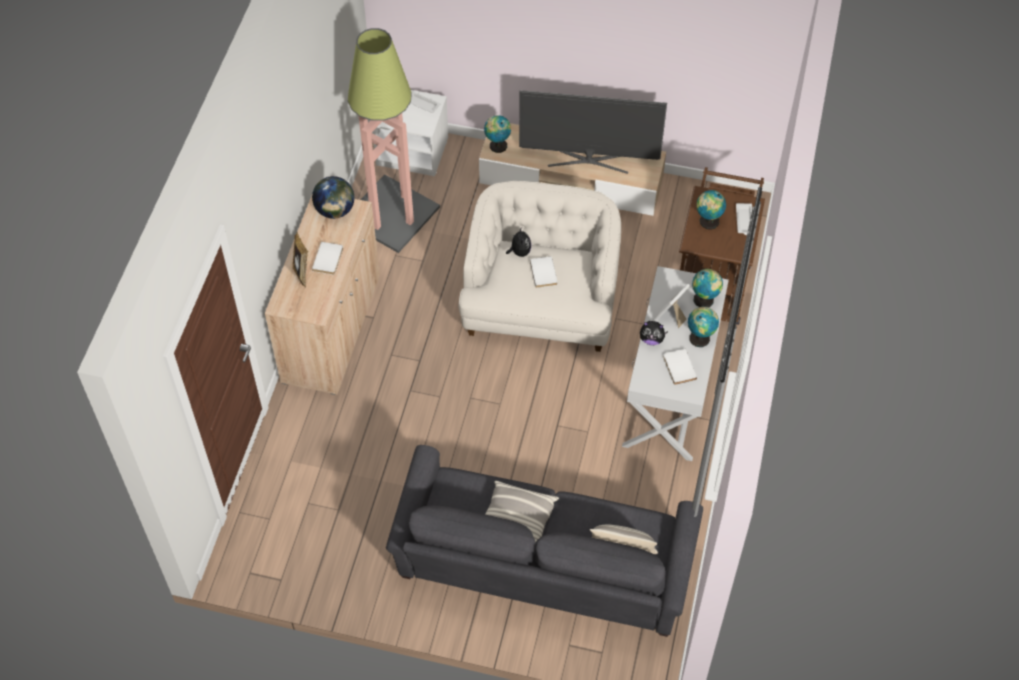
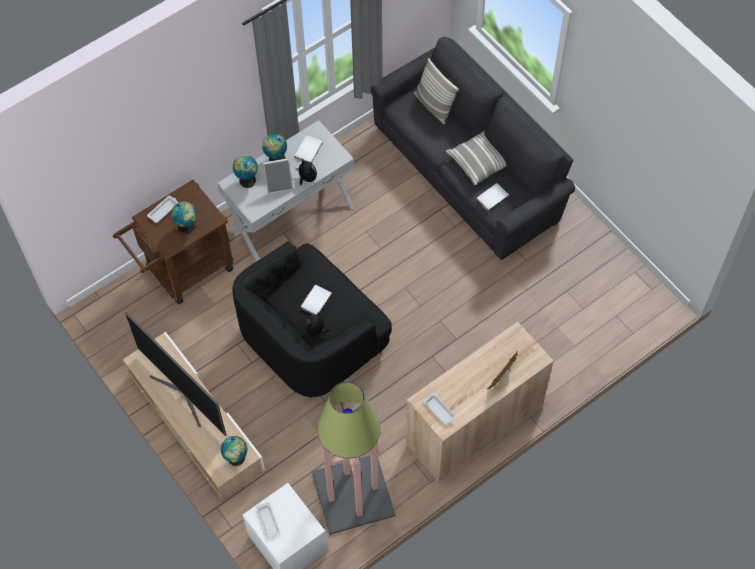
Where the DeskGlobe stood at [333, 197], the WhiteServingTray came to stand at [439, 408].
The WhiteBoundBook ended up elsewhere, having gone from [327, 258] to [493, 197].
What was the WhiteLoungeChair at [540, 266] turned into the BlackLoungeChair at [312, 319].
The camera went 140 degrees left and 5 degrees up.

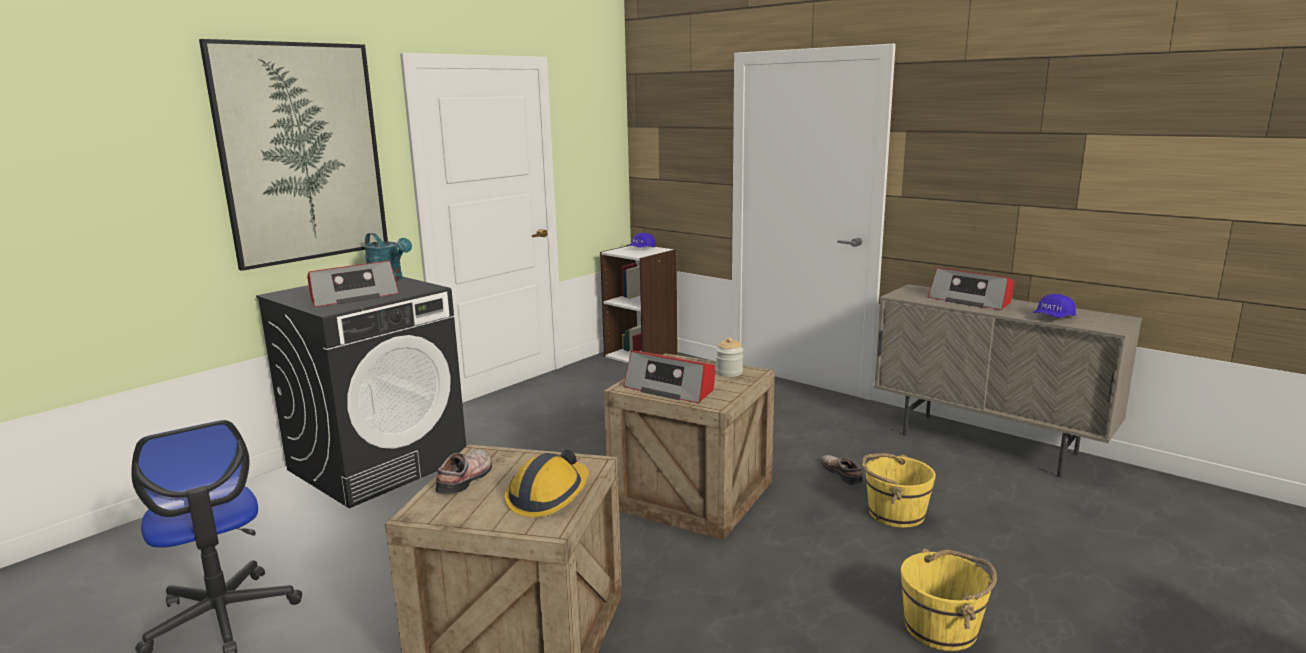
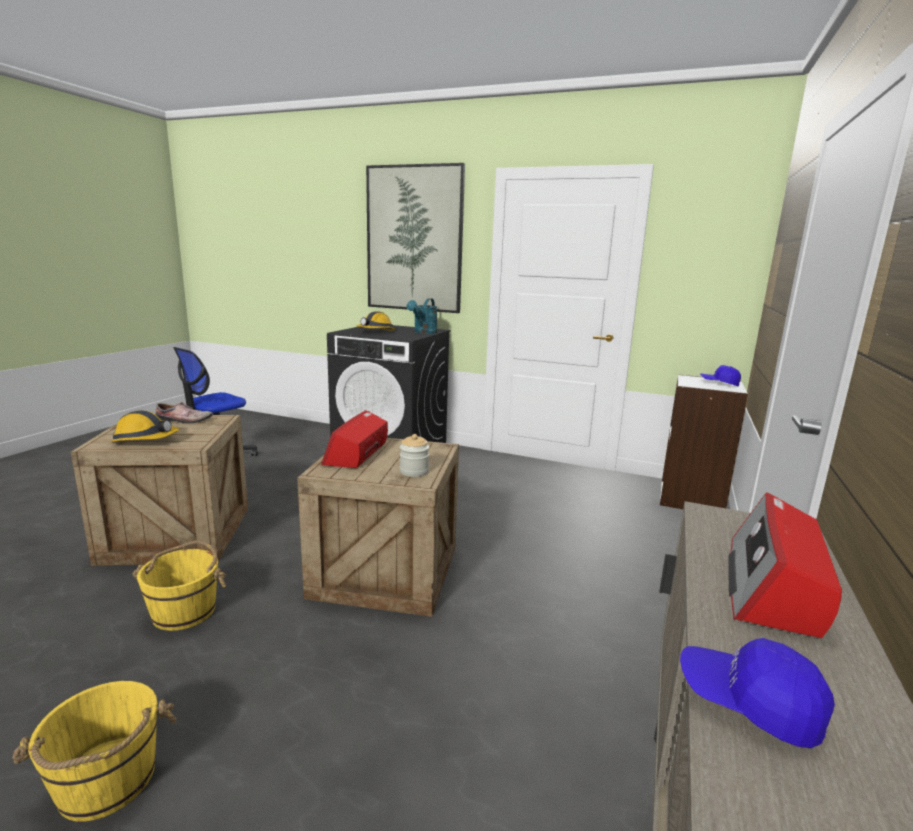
Where the Radio stood at [353, 284], the HardHat came to stand at [376, 321].
The second view lost the ItemOfFootwear at [842, 470].
The YellowishPail ended up elsewhere, having gone from [899, 490] to [179, 585].
The camera went 70 degrees right and 0 degrees up.

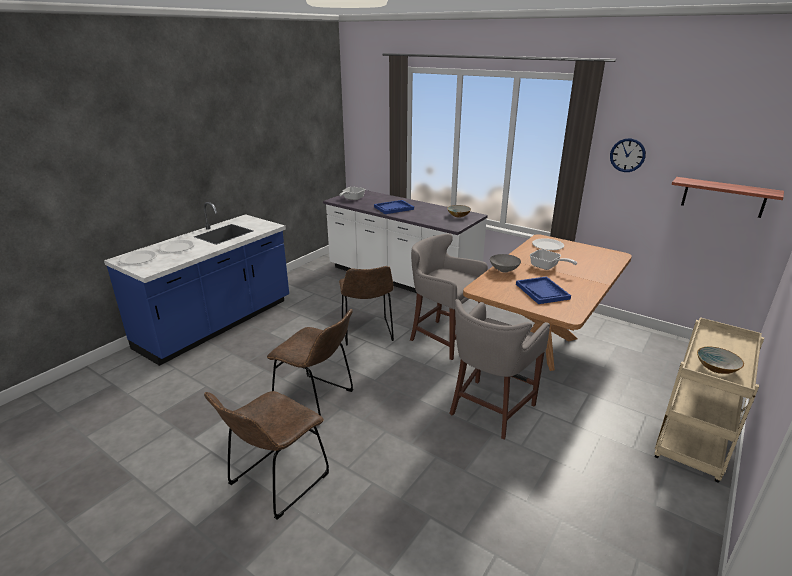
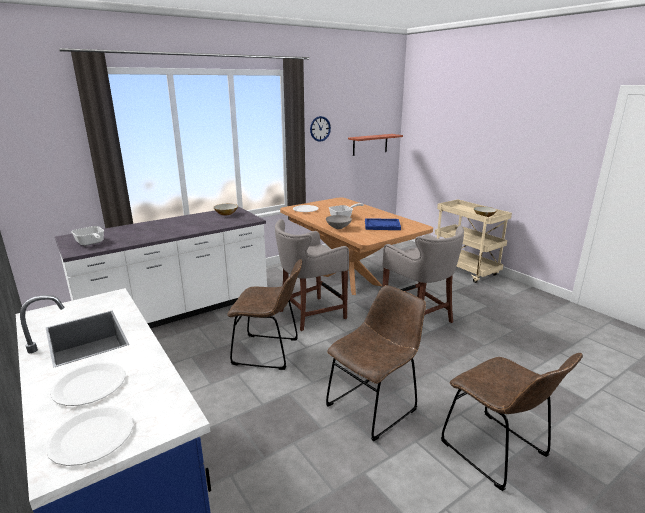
The second view lost the BlueServingTray at [394, 207].
The camera went 70 degrees left and 5 degrees down.

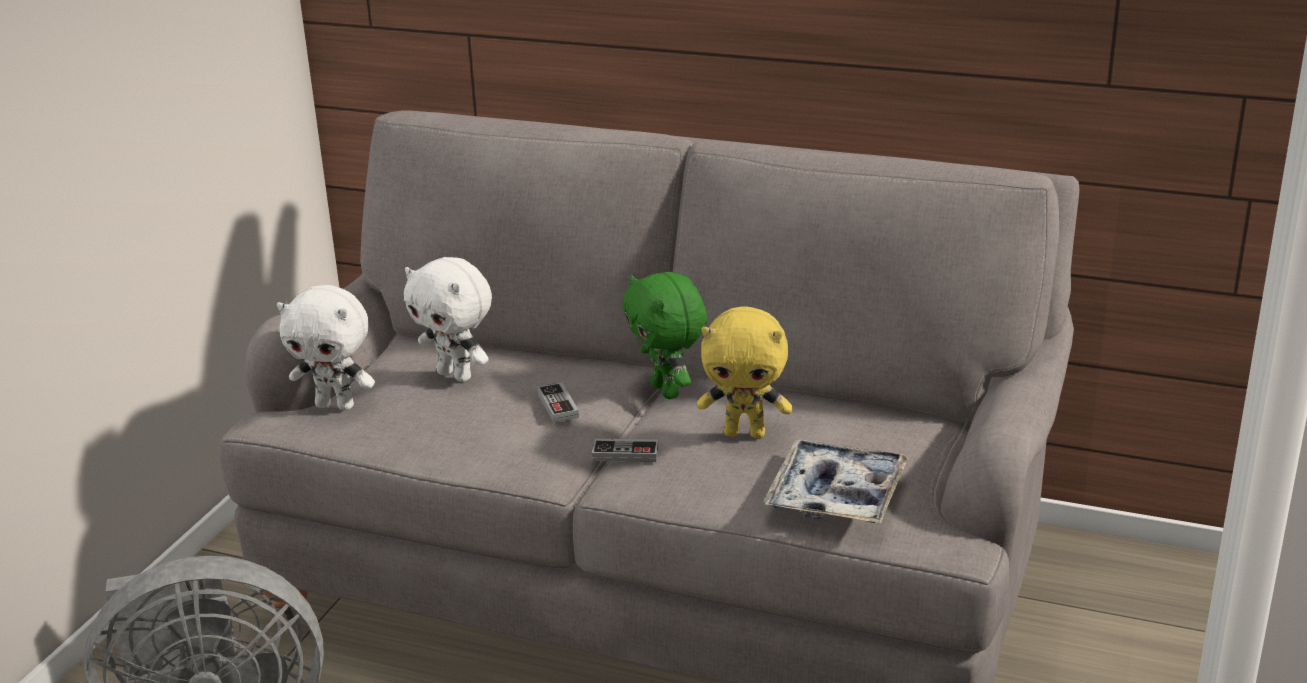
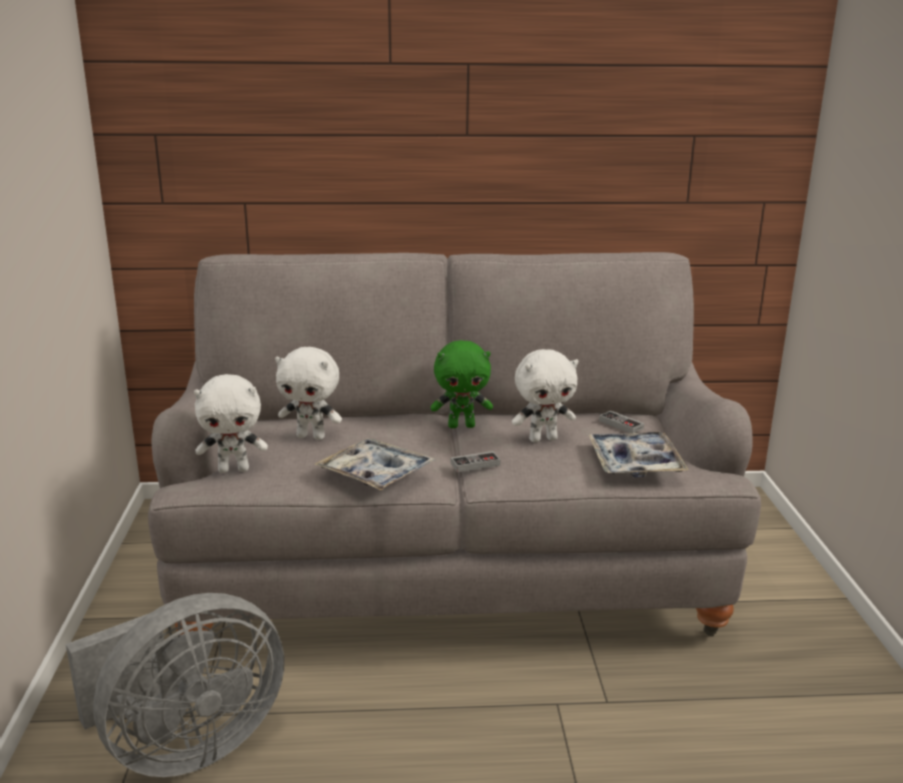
The Joypad ended up elsewhere, having gone from [558, 402] to [621, 422].
The GreenColouredSoftToy at [664, 335] ended up facing another way, 45 degrees counterclockwise from before.
What was the YellowishSoftToy at [744, 372] turned into the WhiteSoftToy at [545, 396].
The second view gained the ServingTray at [375, 464].
The camera went 25 degrees left and 5 degrees down.

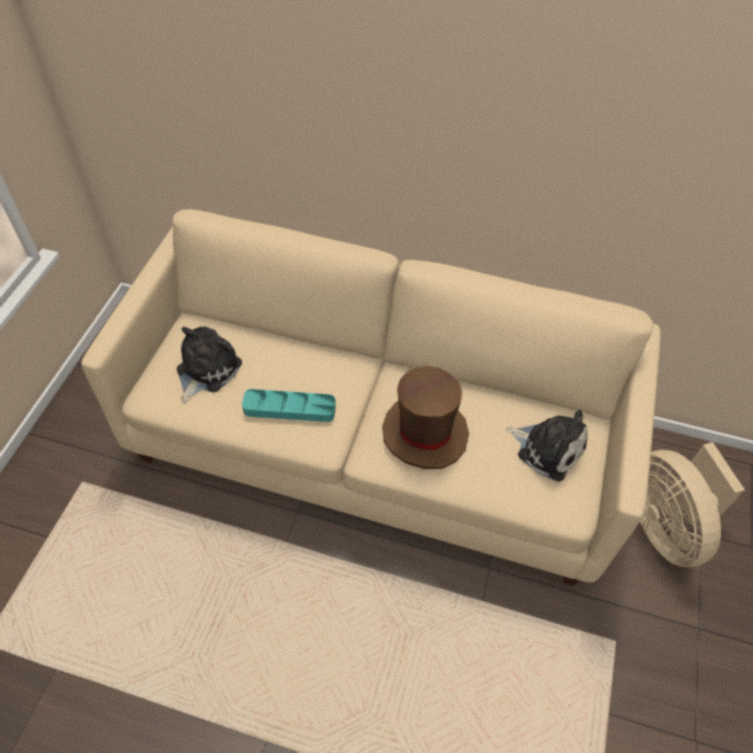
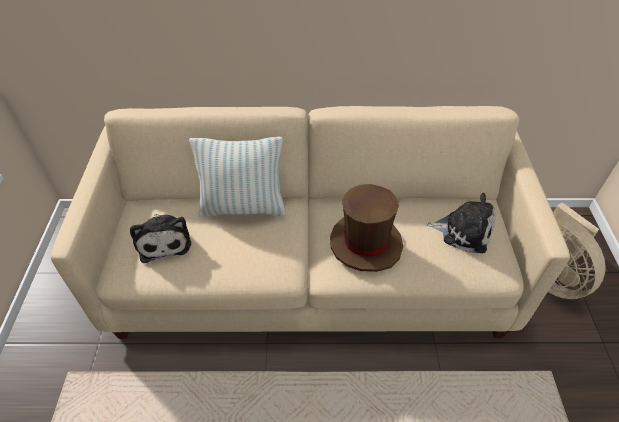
The SoftToy at [209, 364] ended up facing another way, 150 degrees clockwise from before.
The second view lost the BlueGreenServingTray at [289, 405].
The second view gained the Pillow at [237, 177].
The camera went 15 degrees left and 5 degrees down.

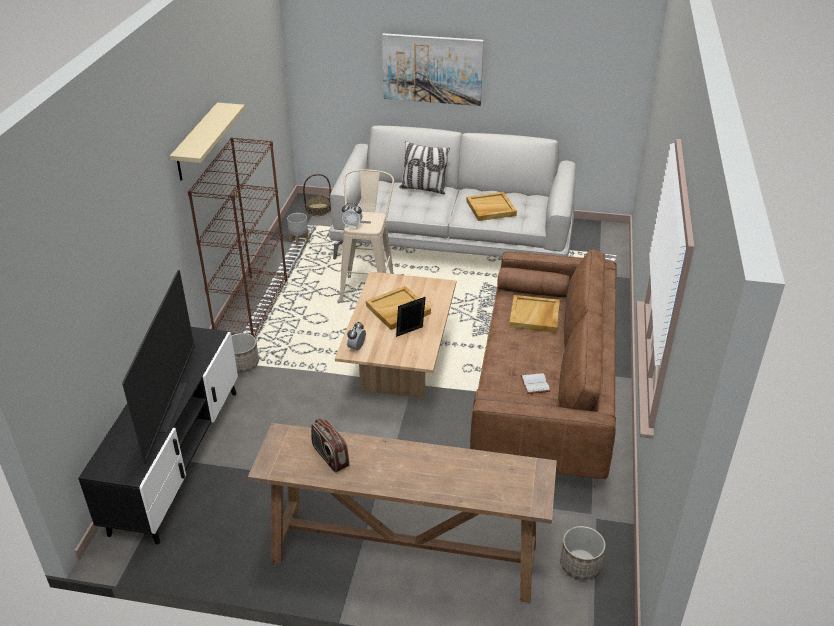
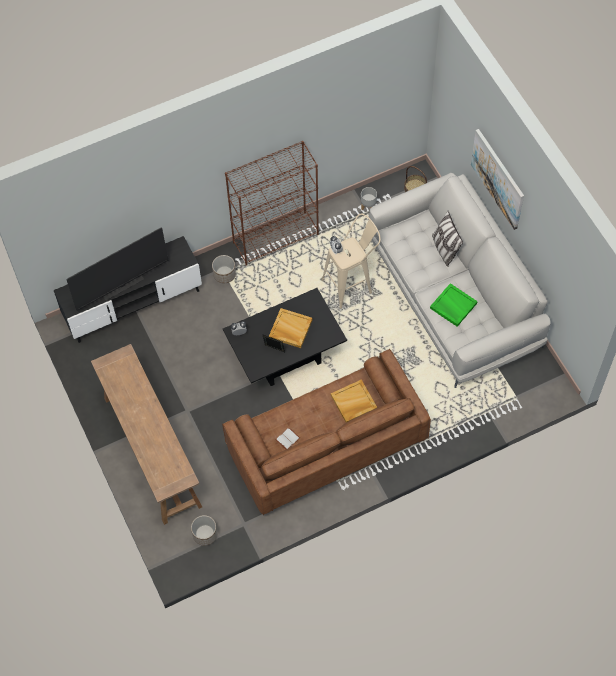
The second view lost the BeigeBracketShelf at [207, 142].
The second view lost the Radio at [330, 445].
What was the BeigeLoungeTable at [395, 335] turned into the BlackLoungeTable at [285, 337].
What was the BeigeServingTray at [491, 206] turned into the GreenColouredServingTray at [454, 305].
The camera went 55 degrees right and 25 degrees up.

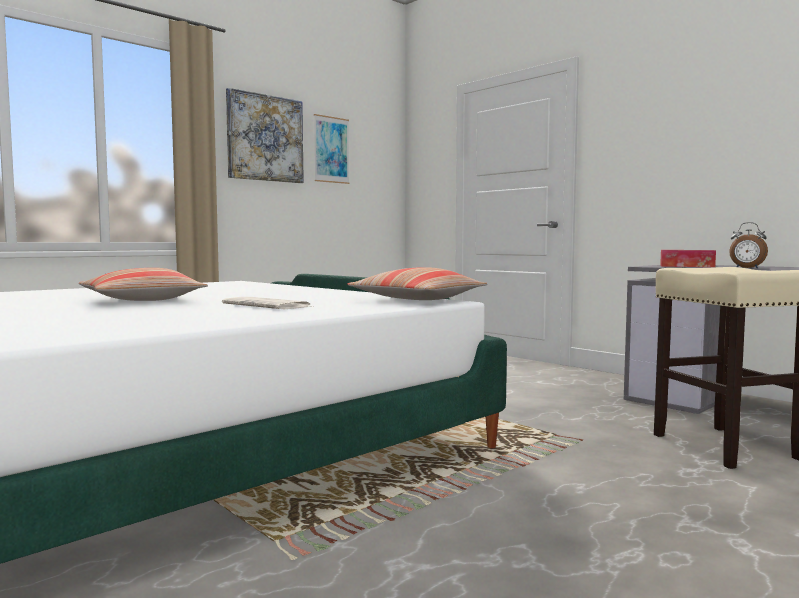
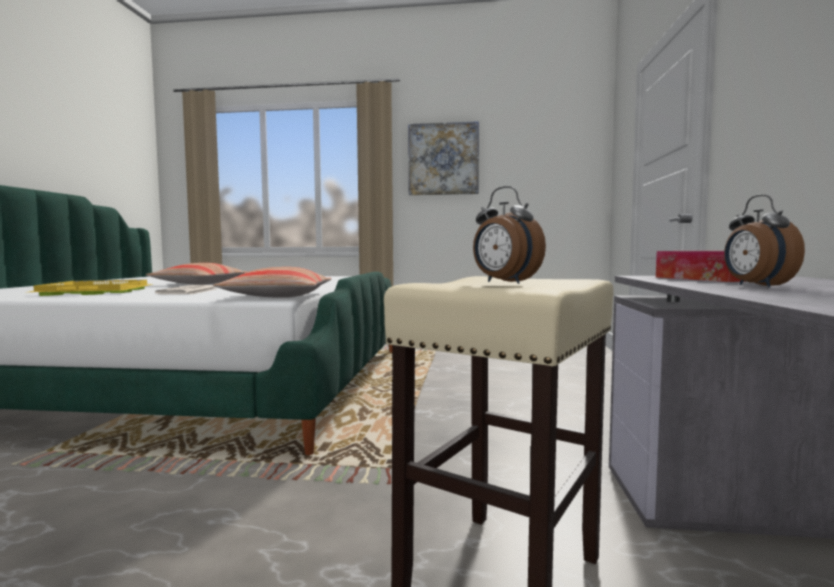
The second view lost the WallArt at [331, 149].
The second view gained the YellowishServingTray at [91, 288].
The second view gained the BedsideClock at [509, 235].
The camera went 50 degrees right and 0 degrees up.

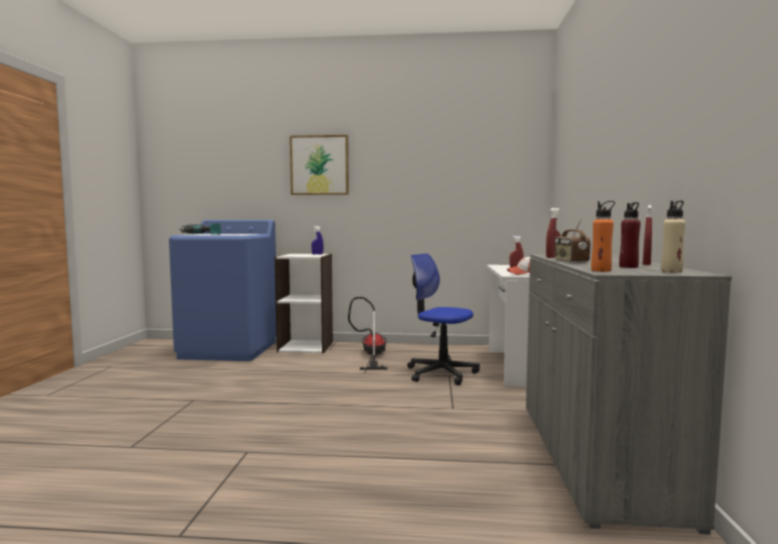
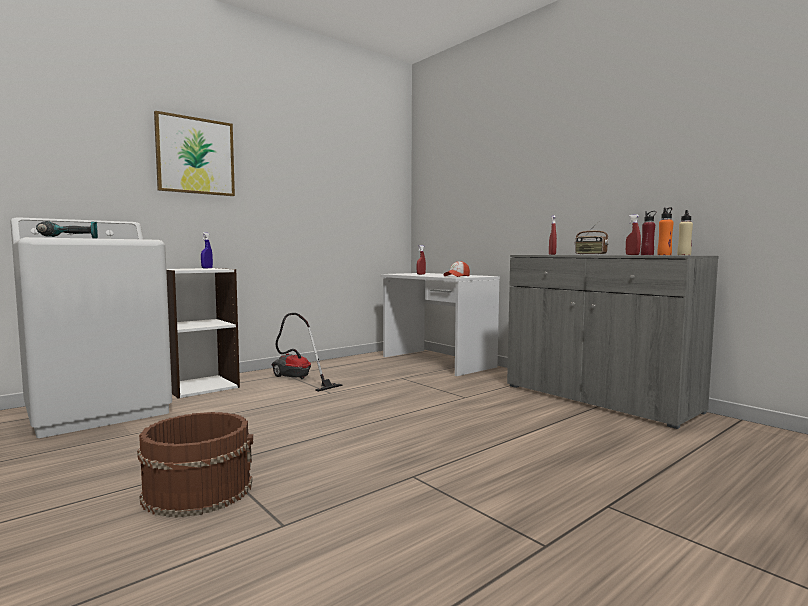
What was the BlueLaundryMachine at [222, 290] turned into the WhiteLaundryMachine at [91, 327].
The second view lost the ComputerChair at [443, 319].
The second view gained the BrownPail at [195, 465].
The camera went 45 degrees left and 0 degrees up.

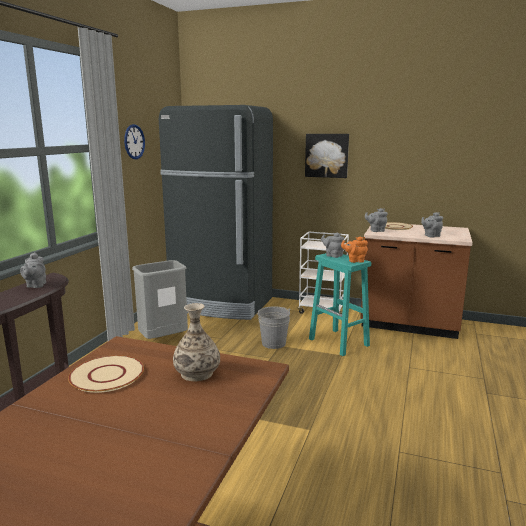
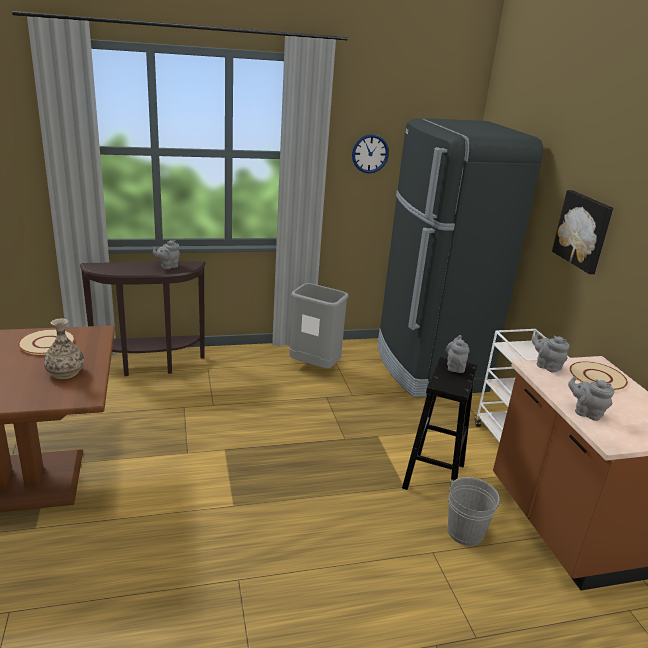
The GrayPail ended up elsewhere, having gone from [273, 327] to [474, 511].
What was the BlueGreenStoolSeat at [340, 304] turned into the BlackStoolSeat at [439, 429].
The second view lost the OrangeTeaPot at [354, 250].
The camera went 55 degrees right and 10 degrees up.

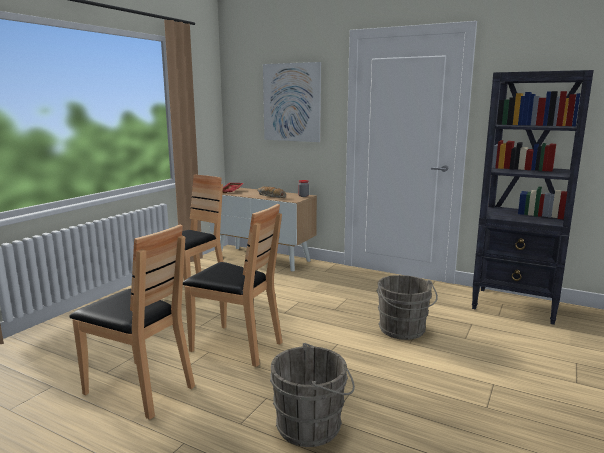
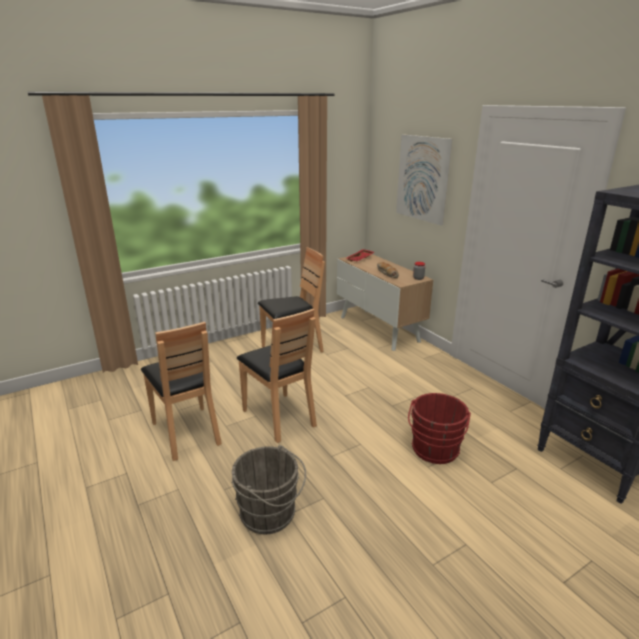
What was the GrayPail at [407, 307] turned into the ReddishPail at [439, 428].
The camera went 30 degrees right and 10 degrees up.

